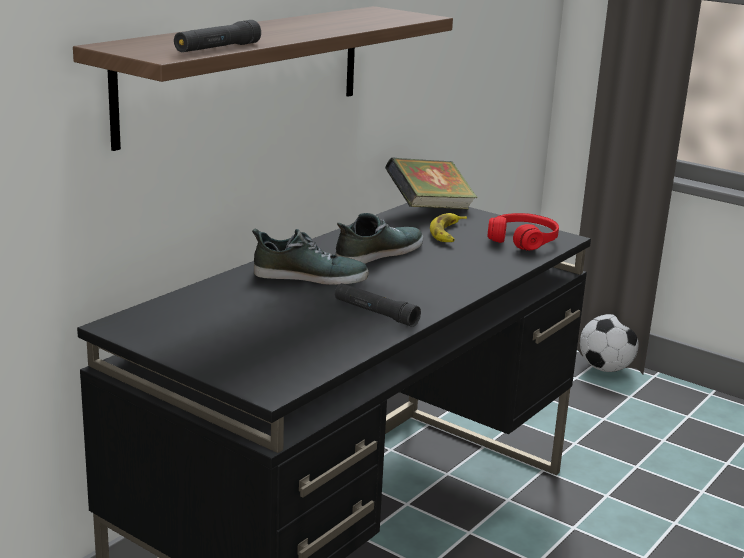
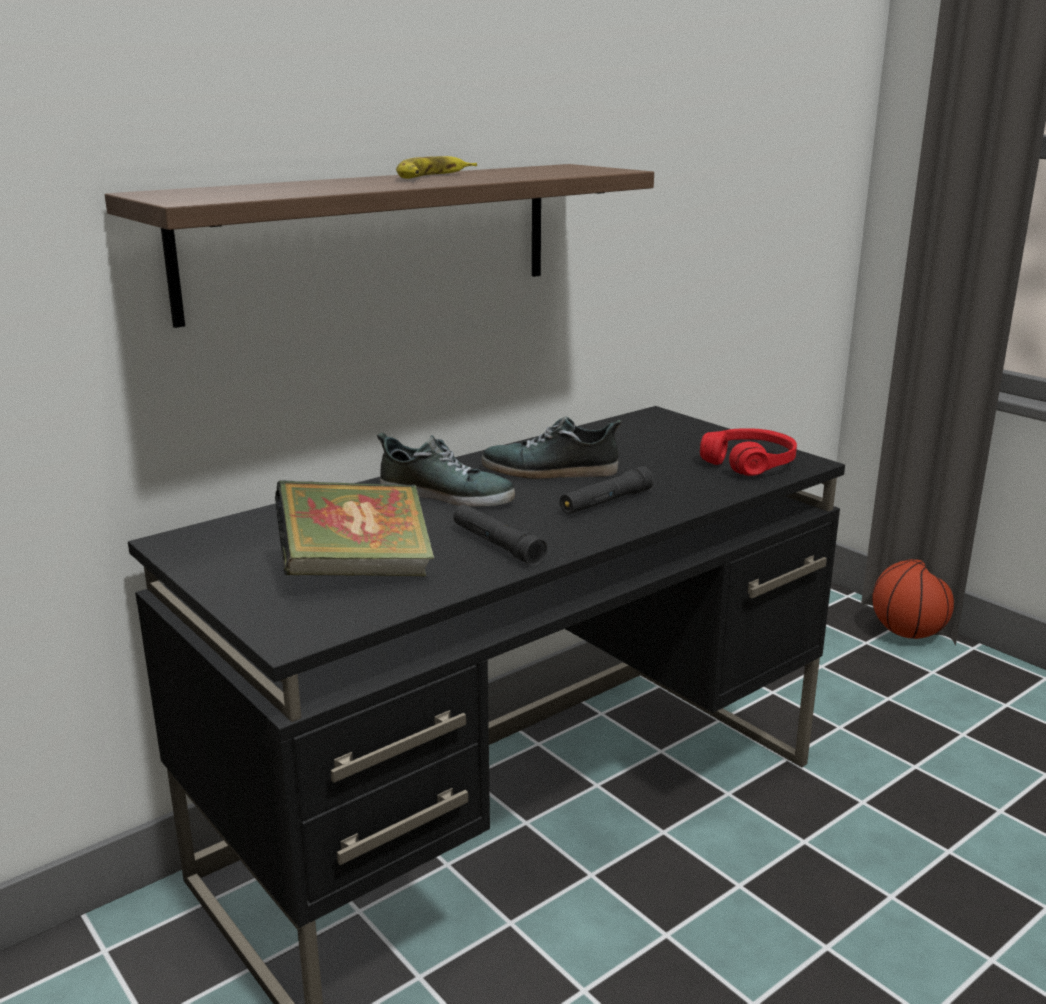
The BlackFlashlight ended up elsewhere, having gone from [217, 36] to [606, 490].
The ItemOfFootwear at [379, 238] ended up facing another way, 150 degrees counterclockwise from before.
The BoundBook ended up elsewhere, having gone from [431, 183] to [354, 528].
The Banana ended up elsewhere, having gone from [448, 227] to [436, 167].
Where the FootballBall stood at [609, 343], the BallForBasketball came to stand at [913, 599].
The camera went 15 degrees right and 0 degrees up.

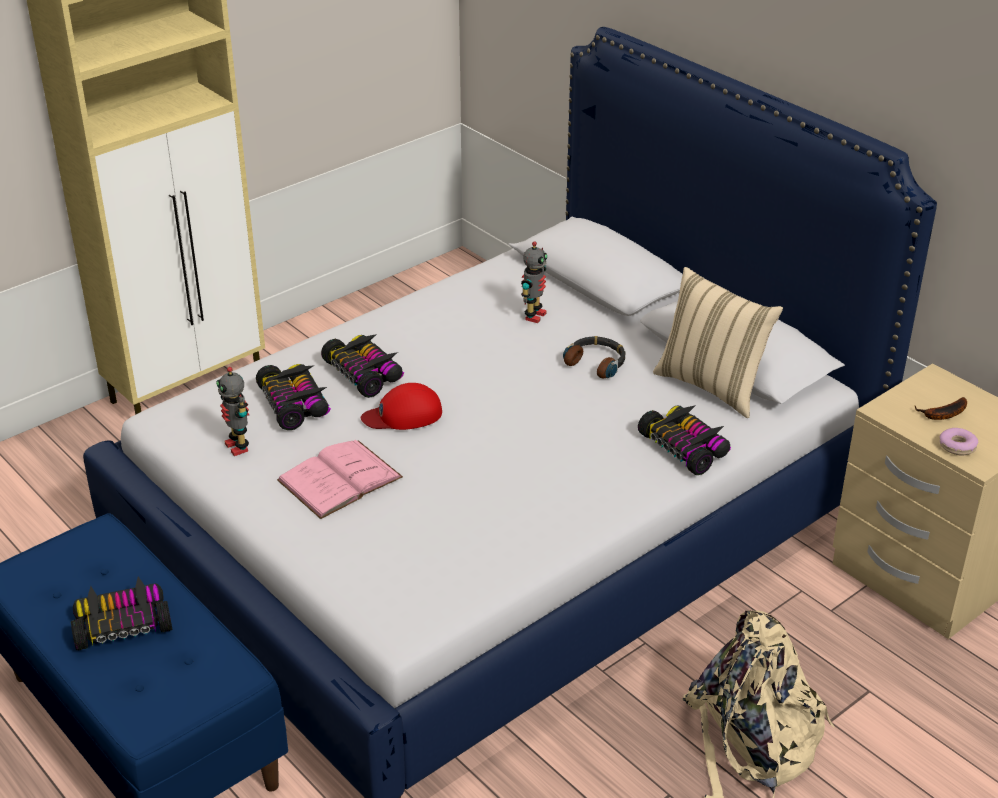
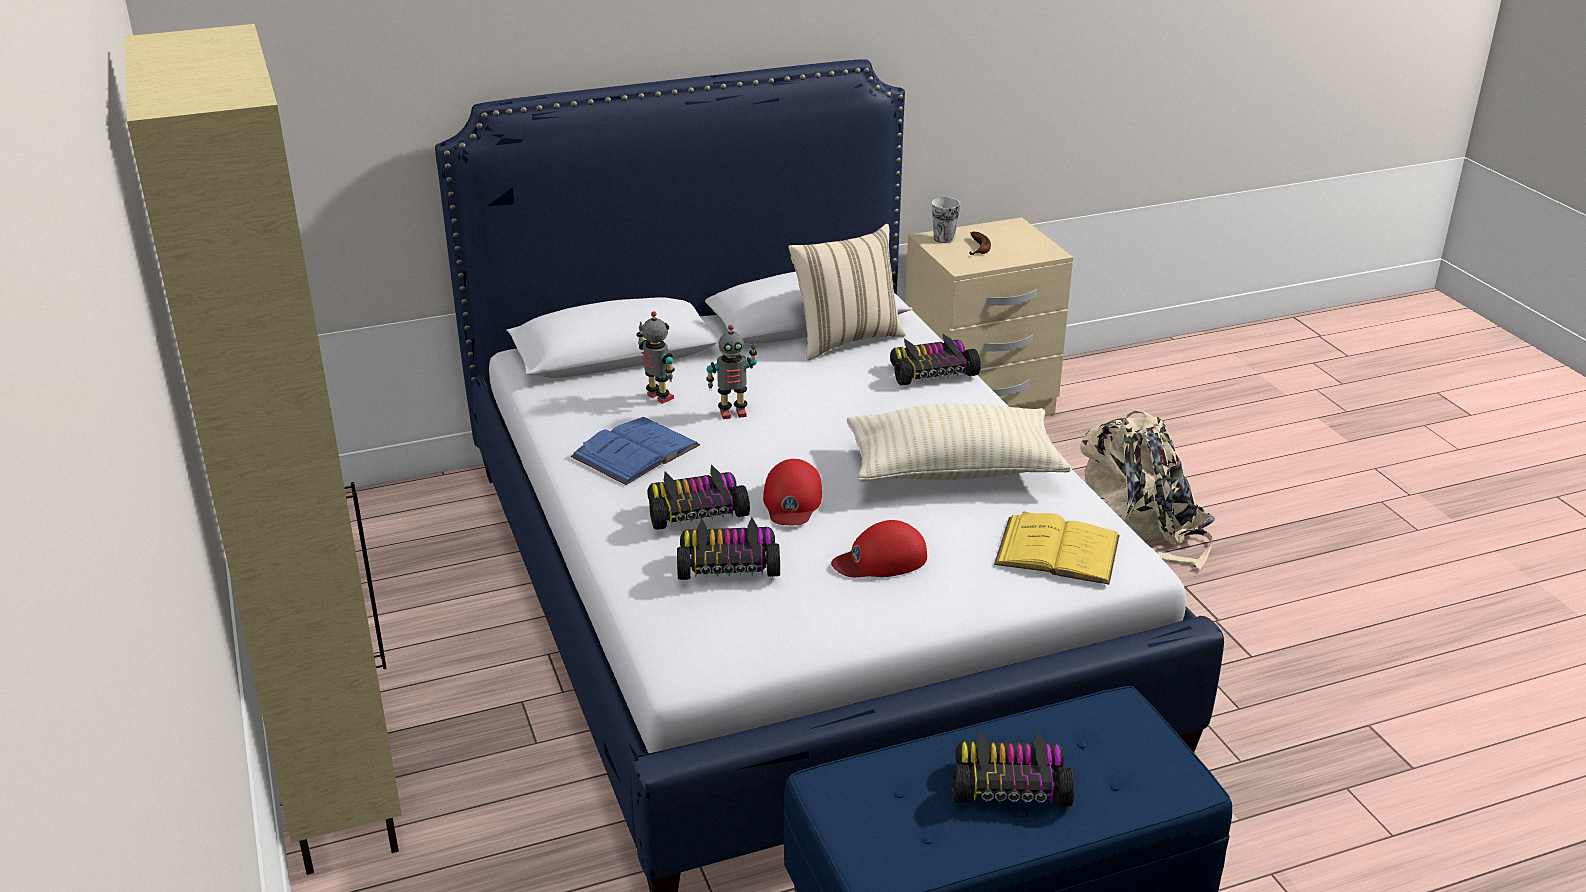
The ModelCar at [121, 613] ended up facing another way, 90 degrees clockwise from before.
The ModelRobot ended up elsewhere, having gone from [232, 411] to [731, 372].
Where the PinkBoundBook stood at [340, 479], the ReddishCap came to stand at [879, 548].
The second view lost the PairOfHeadphones at [594, 357].
The second view lost the Doughnut at [959, 441].
The second view gained the BlueBoundBook at [635, 451].
The second view gained the BeigePillow at [959, 442].
The second view gained the DrinkingCup at [946, 220].
The second view gained the YellowishBoundBook at [1057, 547].
The camera went 70 degrees left and 5 degrees down.

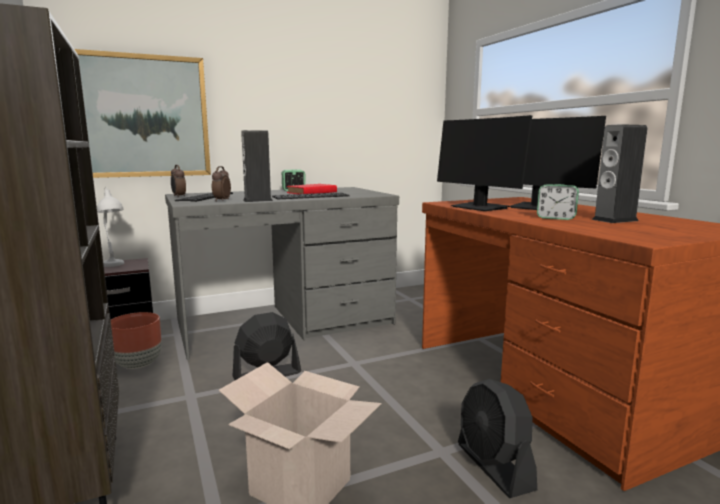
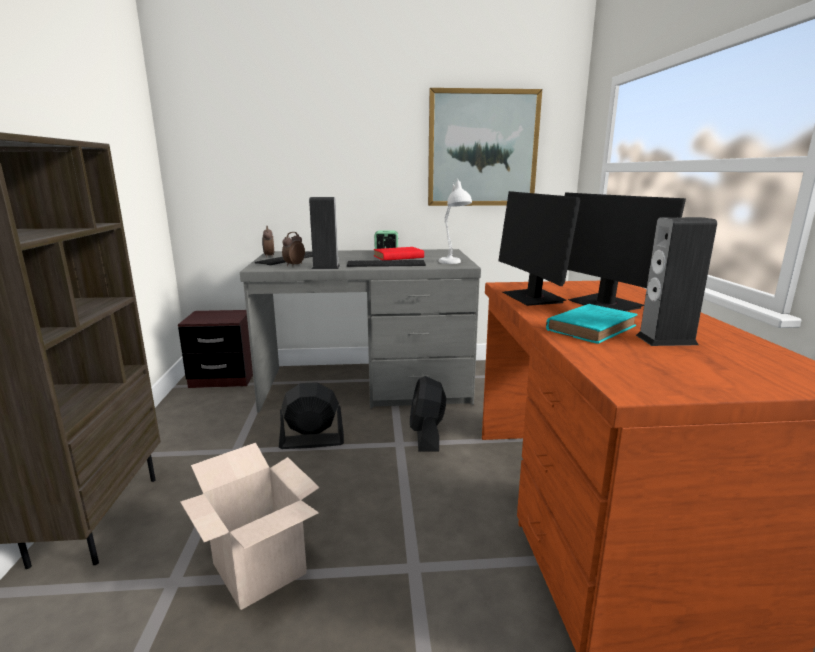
The WallArt ended up elsewhere, having gone from [142, 113] to [485, 147].
The WhiteTableLamp ended up elsewhere, having gone from [110, 227] to [455, 221].
The second view lost the BrownFlowerPot at [136, 340].
The BlackFan ended up elsewhere, having gone from [497, 438] to [428, 413].
Where the BedsideClock stood at [558, 202], the BlueGreenBoundBook came to stand at [592, 324].
The camera went 20 degrees right and 5 degrees up.

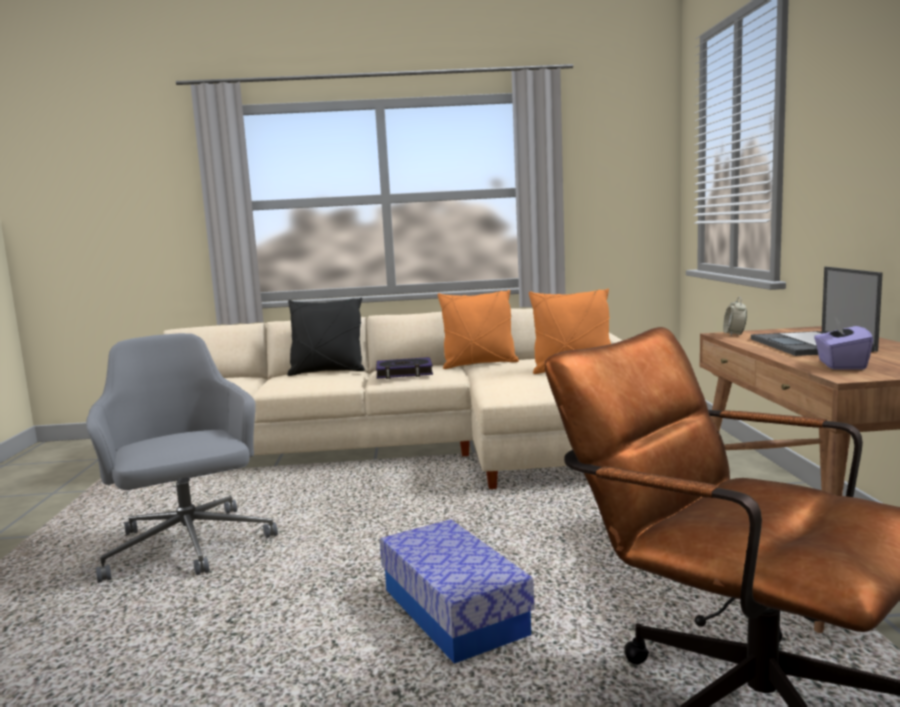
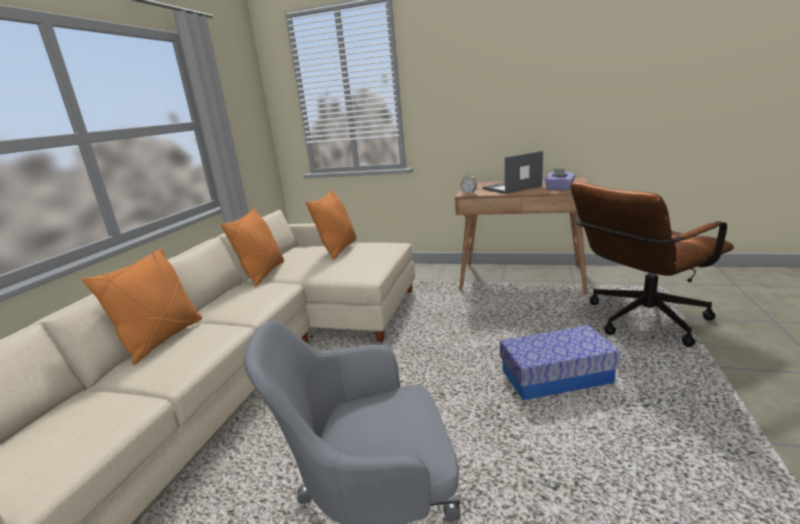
What was the BlackPillow at [326, 336] turned into the OrangePillow at [142, 306].
The second view lost the BoundBook at [404, 368].
The PortableComputer at [817, 311] ended up facing another way, 135 degrees clockwise from before.
The camera went 70 degrees left and 10 degrees up.

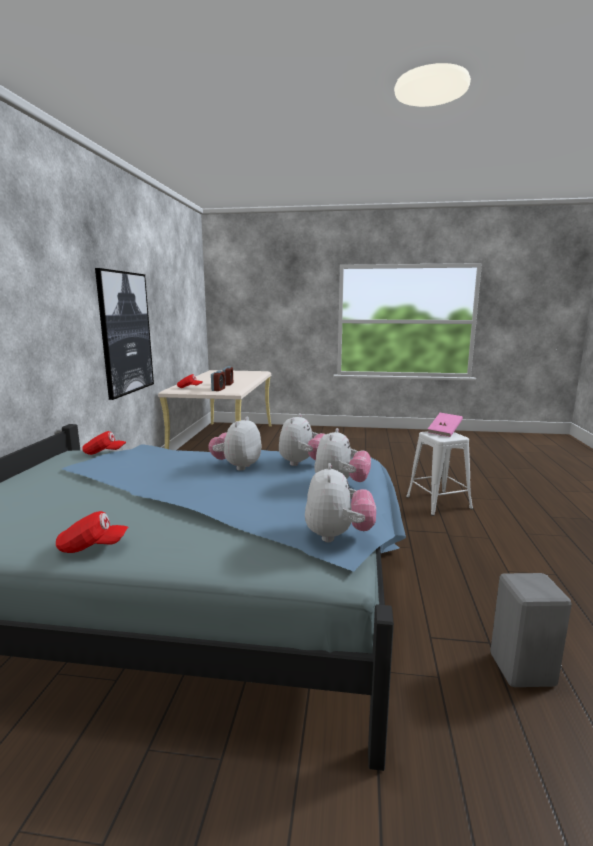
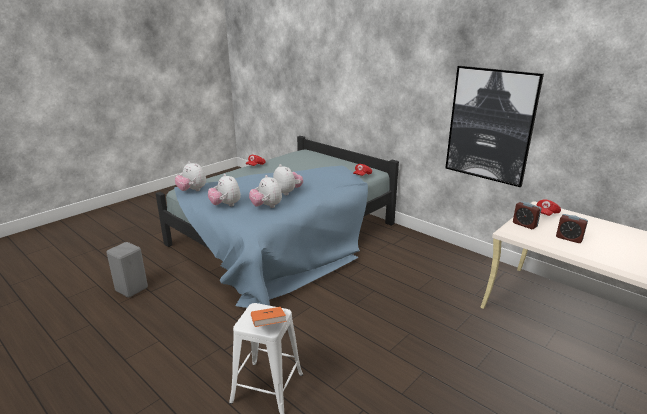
What was the PinkBoundBook at [445, 425] turned into the OrangeBoundBook at [269, 317].
The camera went 125 degrees right and 10 degrees up.

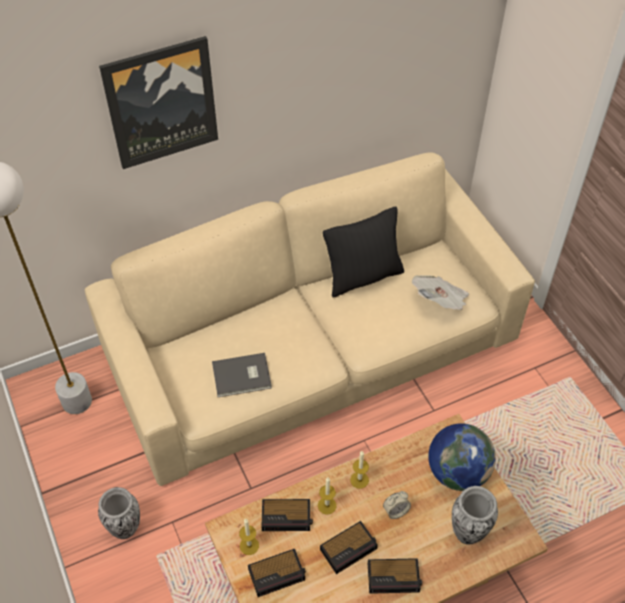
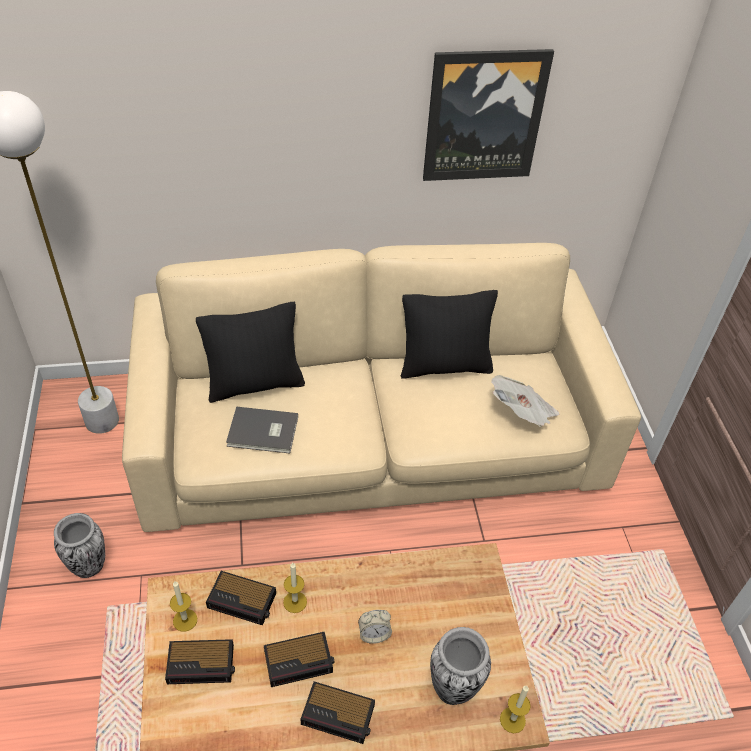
The WallArt ended up elsewhere, having gone from [158, 102] to [488, 115].
The WaxCandle ended up elsewhere, having gone from [359, 470] to [515, 709].
The second view lost the DeskGlobe at [462, 457].
The second view gained the BlackPillow at [250, 352].
The camera went 15 degrees right and 5 degrees down.

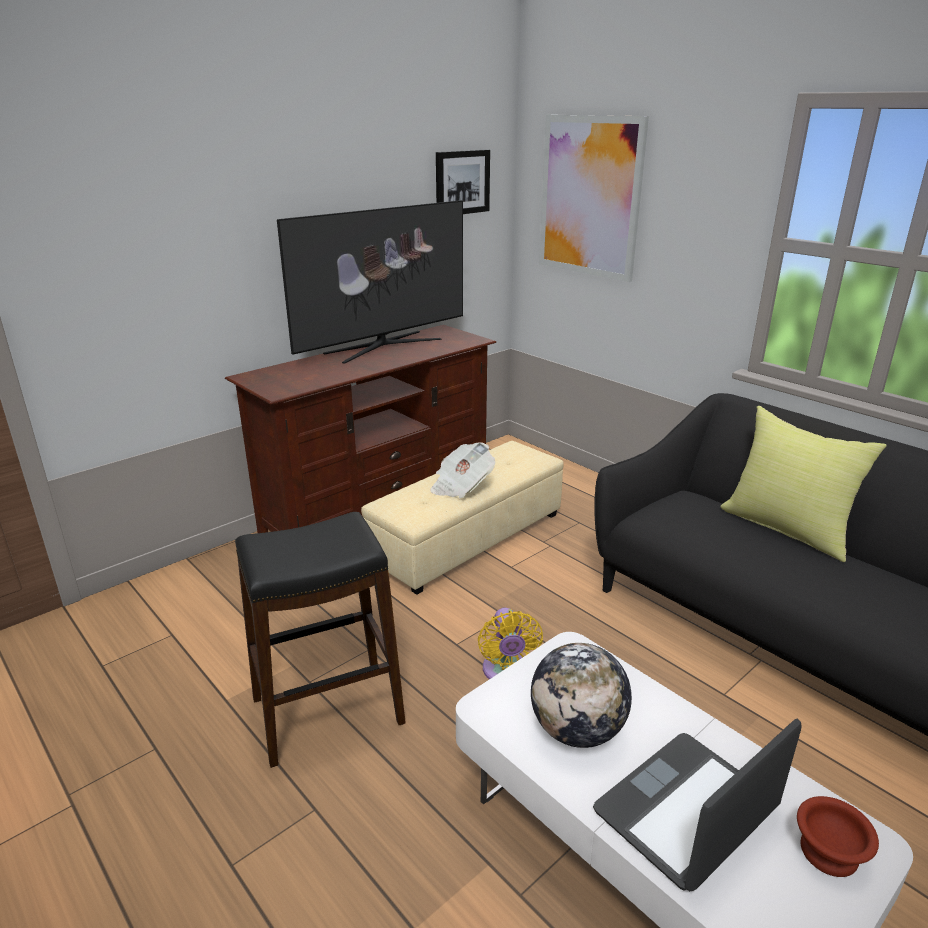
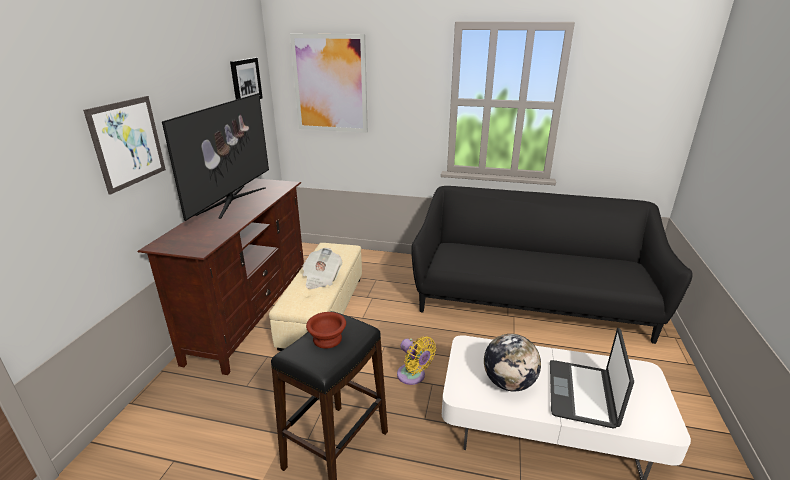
The second view lost the YellowishPillow at [803, 484].
The BrownDeepDish ended up elsewhere, having gone from [838, 836] to [326, 330].
The second view gained the WallArt at [124, 145].
The camera went 35 degrees left and 0 degrees up.

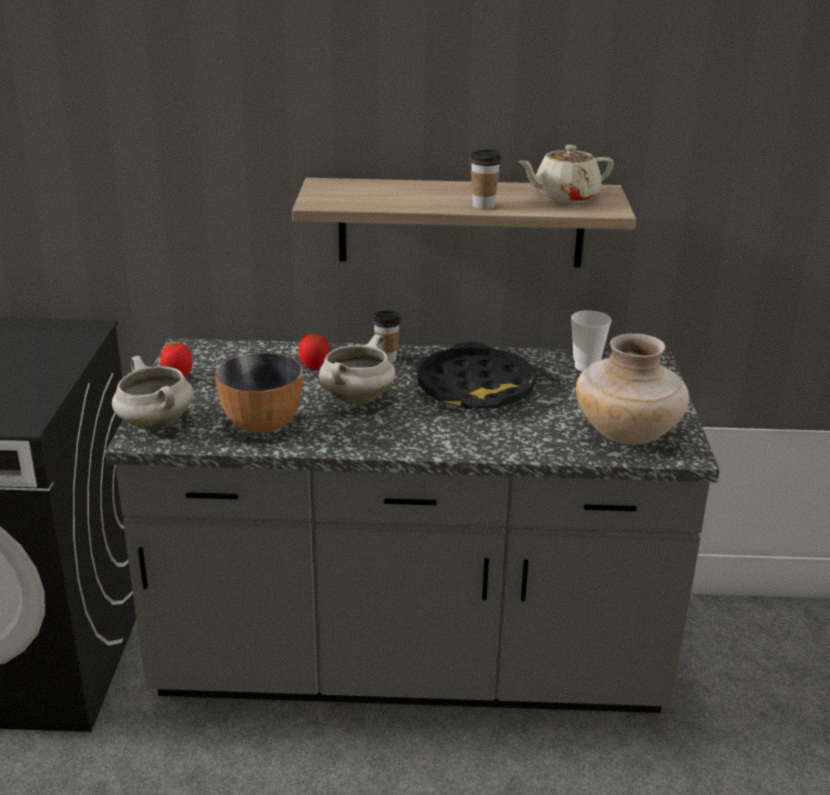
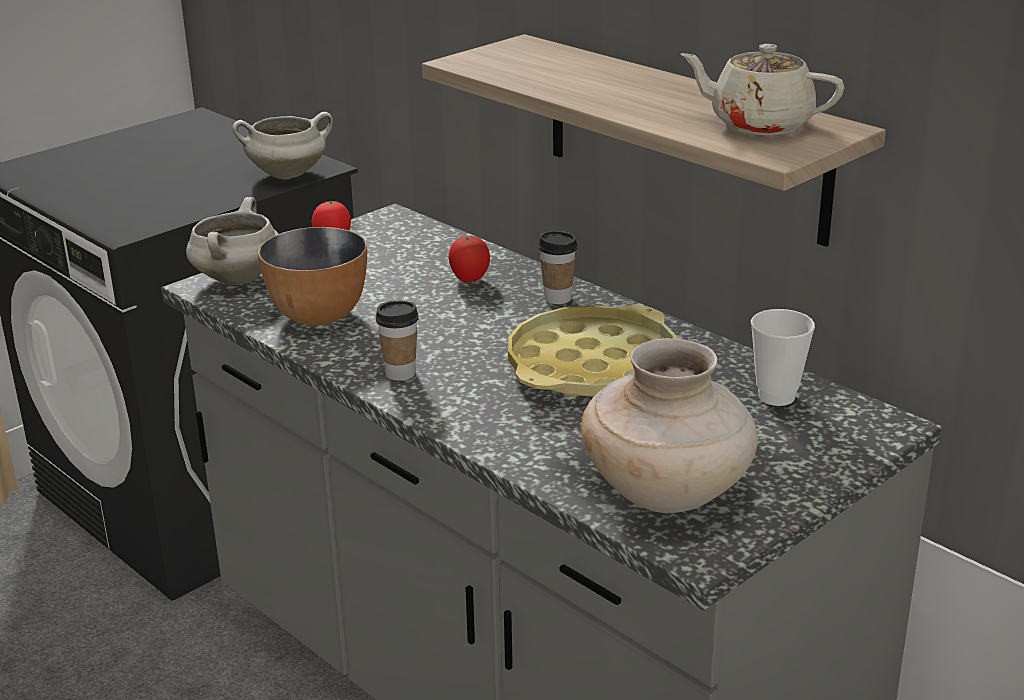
The WhiteStockpot ended up elsewhere, having gone from [357, 369] to [282, 145].
What was the BlackServingTray at [476, 375] turned into the YellowishServingTray at [592, 351].
The DrinkingCup ended up elsewhere, having gone from [485, 179] to [397, 340].
The camera went 45 degrees right and 0 degrees up.

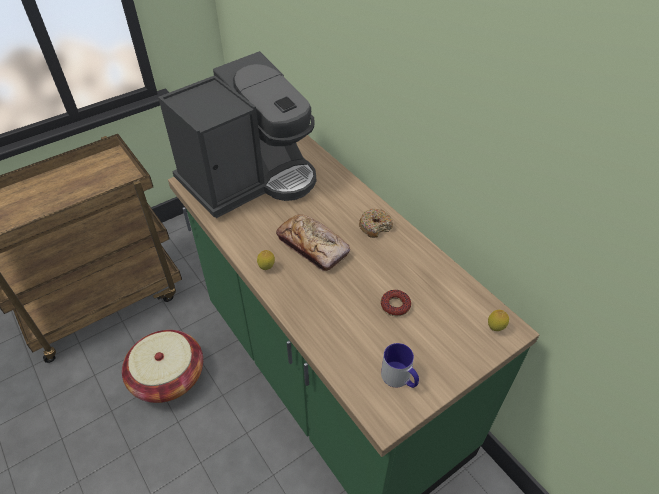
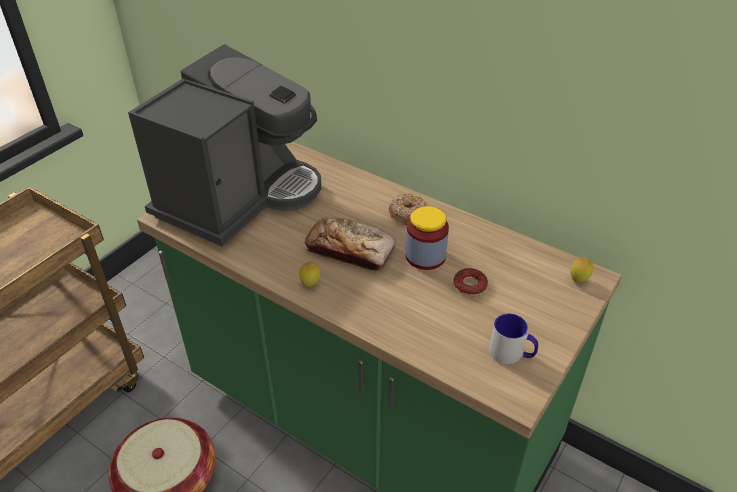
The second view gained the Jar at [427, 238].
The camera went 20 degrees left and 5 degrees down.

